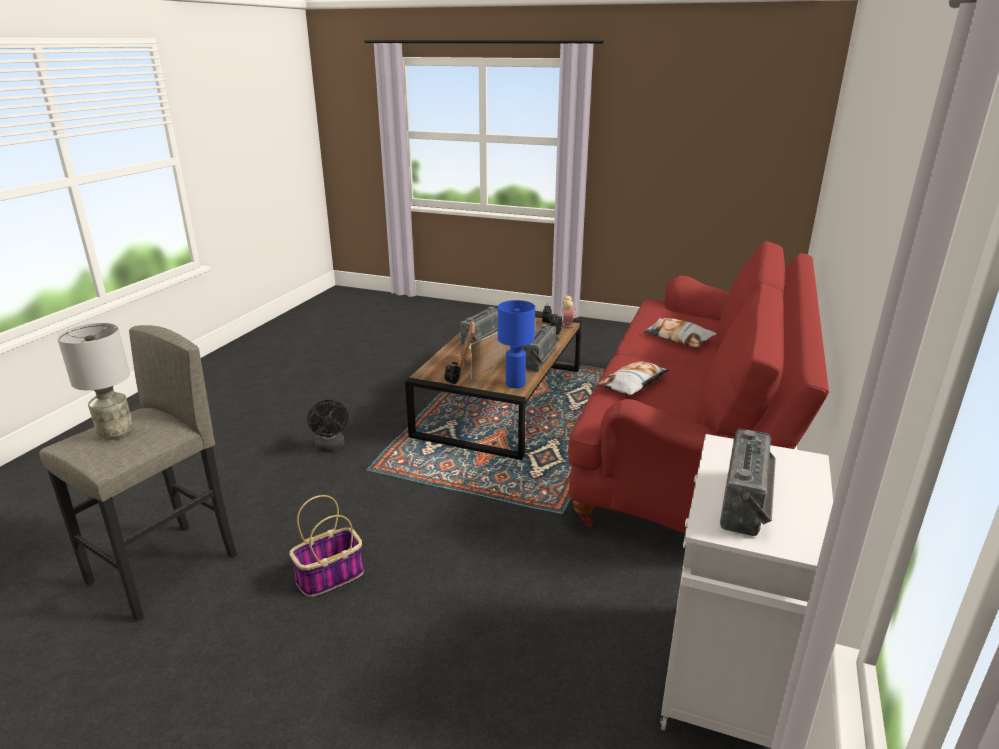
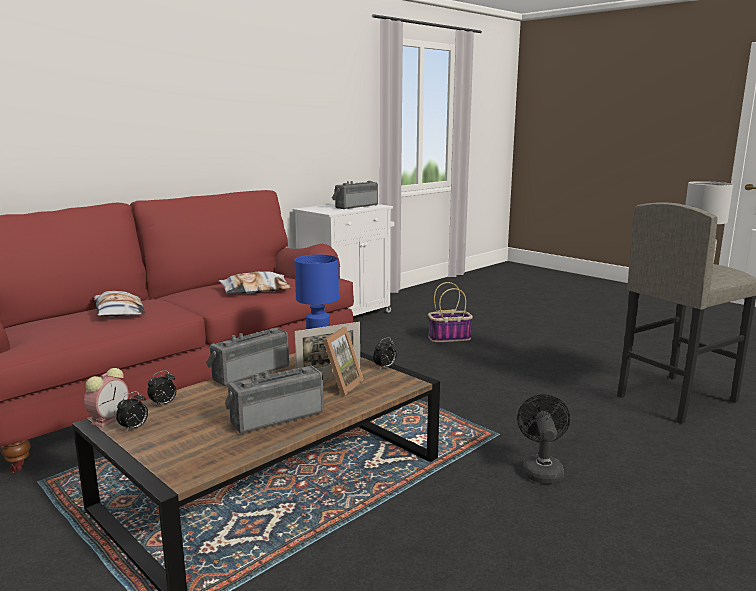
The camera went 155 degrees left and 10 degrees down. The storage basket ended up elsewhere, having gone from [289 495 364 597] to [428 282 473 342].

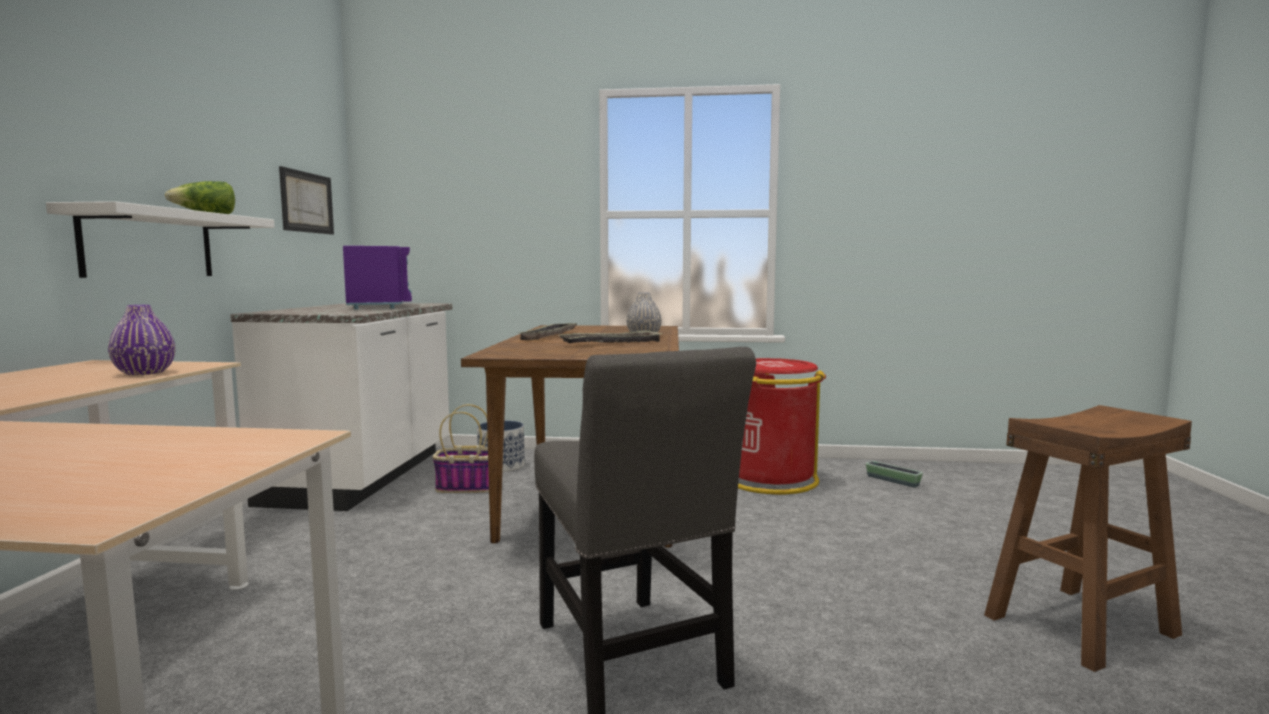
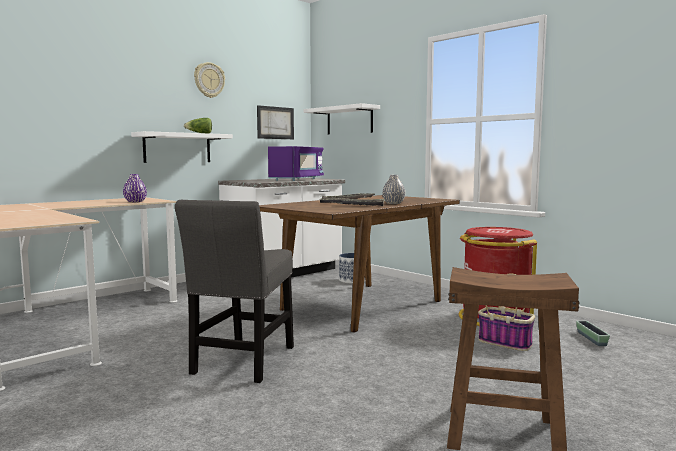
The camera went 40 degrees right and 0 degrees up. The storage basket ended up elsewhere, having gone from [432 404 489 493] to [478 273 535 351]. The second view gained the hanging clock at [194 62 225 98]. The second view gained the shelf/white at [304 103 380 135].

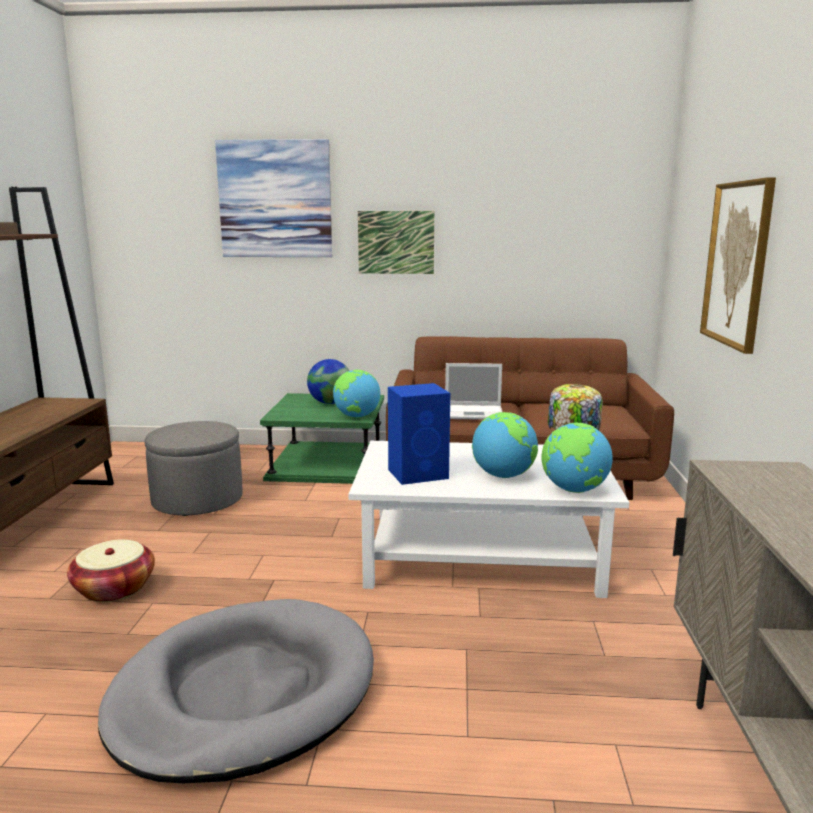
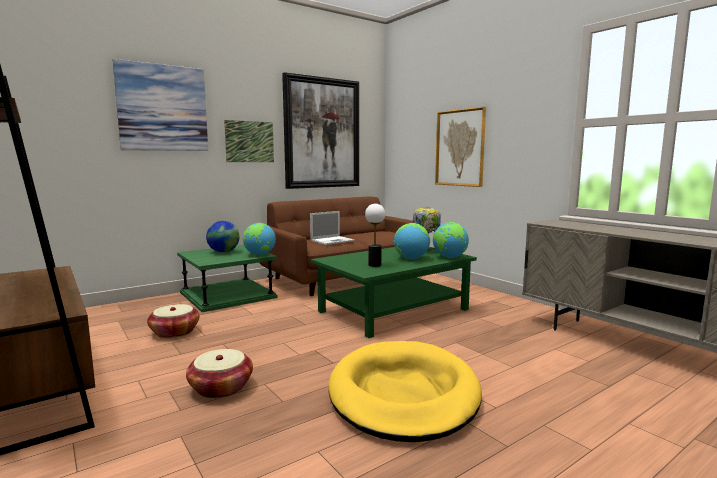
The camera went 40 degrees left and 5 degrees down. Where the loudspeaker/blue-coloured stood at [388 383 450 485], the tabletop lamp came to stand at [365 204 385 267]. Where the footrest/gray stood at [144 421 243 516], the storage basket came to stand at [147 304 200 338]. What was the lounge table/white at [348 441 629 598] turned into the lounge table/green-coloured at [311 247 477 338]. What was the dog cushion/gray at [98 599 374 783] turned into the dog cushion/yellowish at [328 341 482 442]. The second view gained the picture at [282 72 359 189].

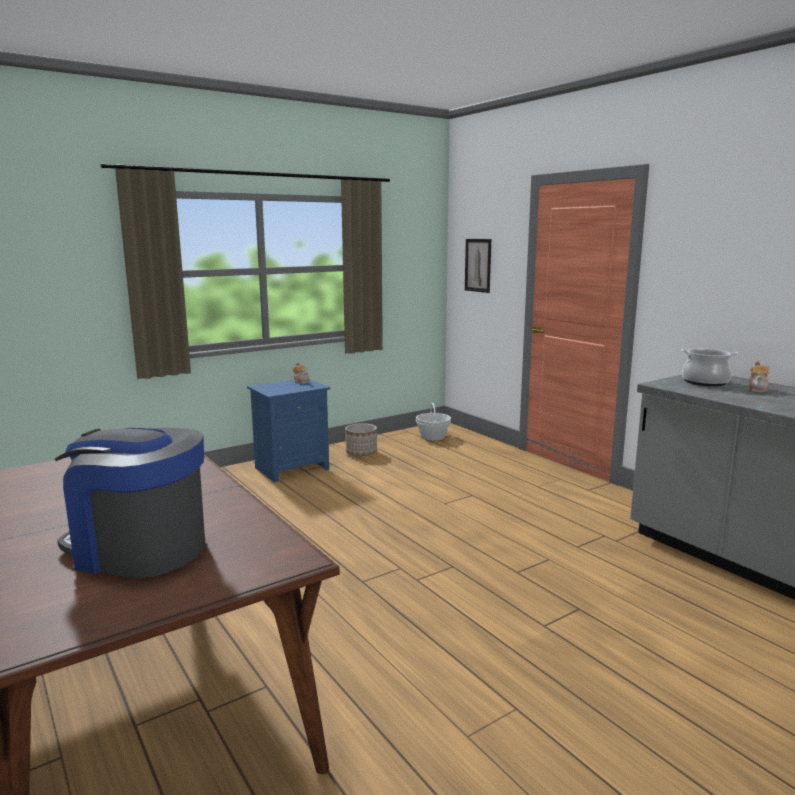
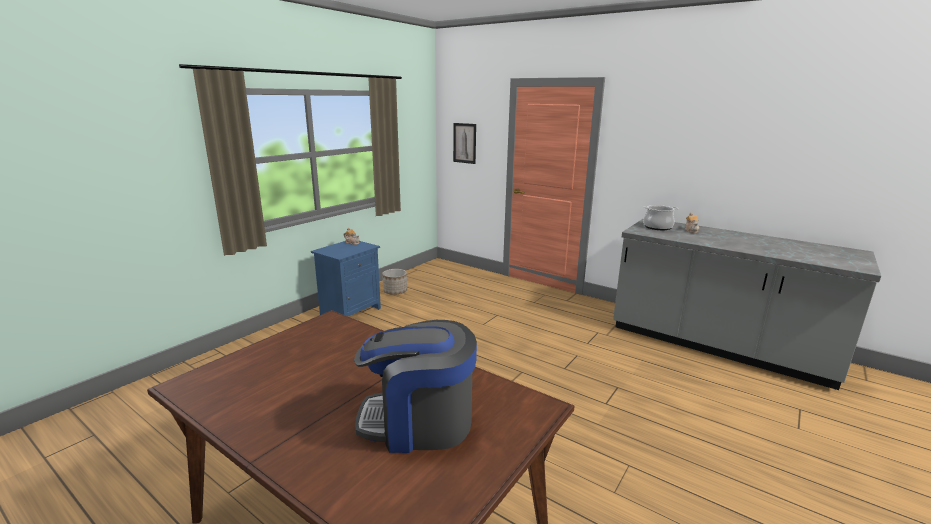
The camera went 20 degrees left and 5 degrees up. The second view lost the storage basket at [416 403 451 441].

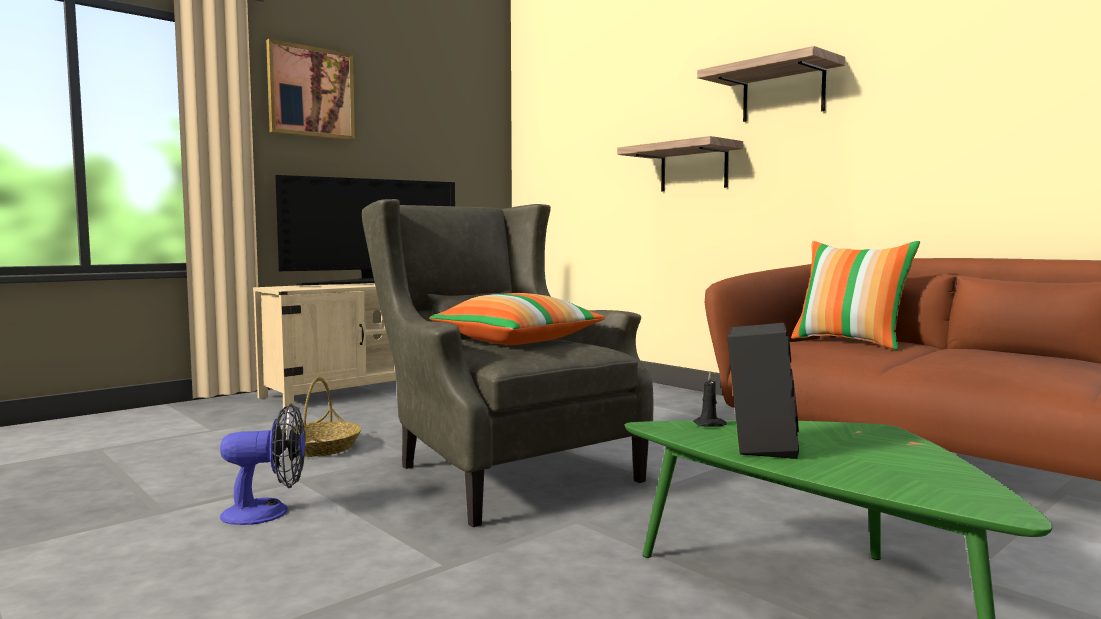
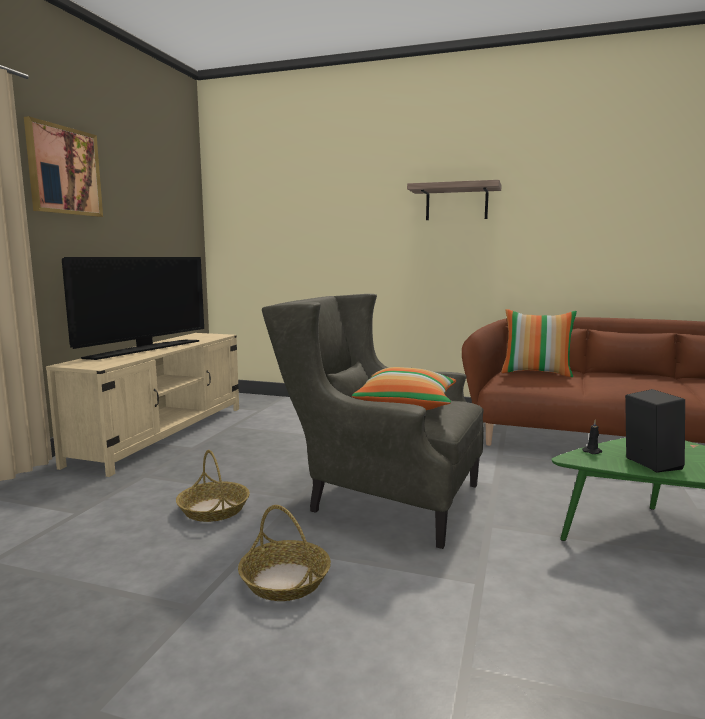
The camera went 30 degrees left and 5 degrees up. The second view lost the shelf at [617 136 743 191]. Where the cooling fan stood at [220 404 305 525], the storage basket came to stand at [238 505 331 601].

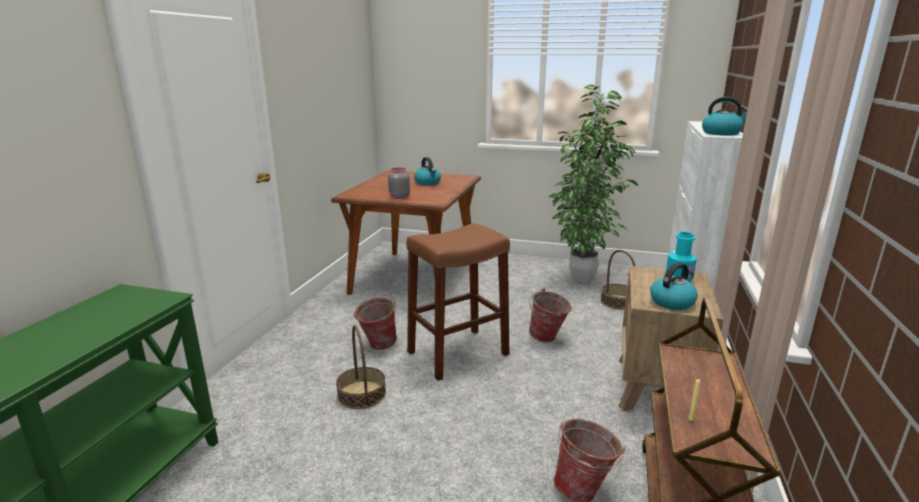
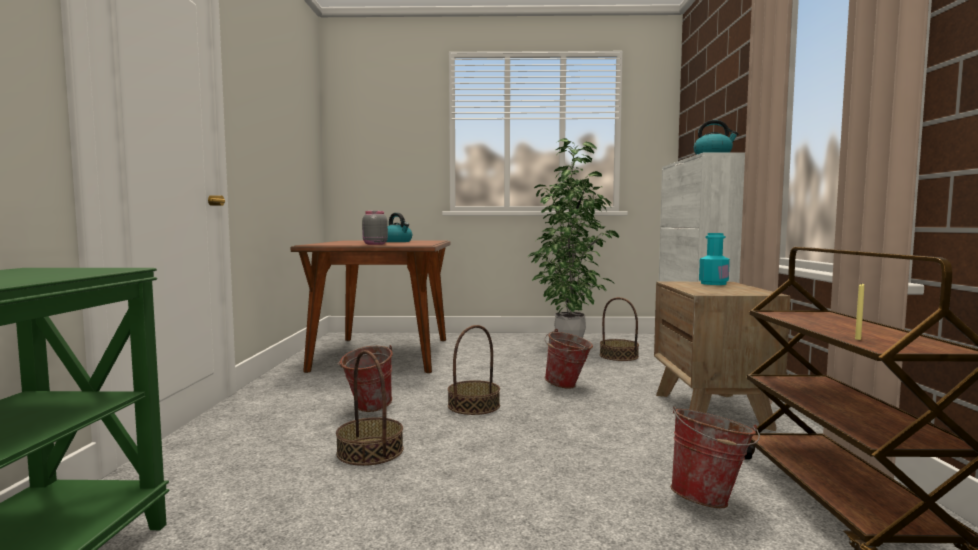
The camera went 15 degrees left and 15 degrees down. Where the stool seat/brownish stood at [407 223 510 381], the storage basket came to stand at [448 325 500 415]. The second view lost the tea kettle at [650 263 698 310].

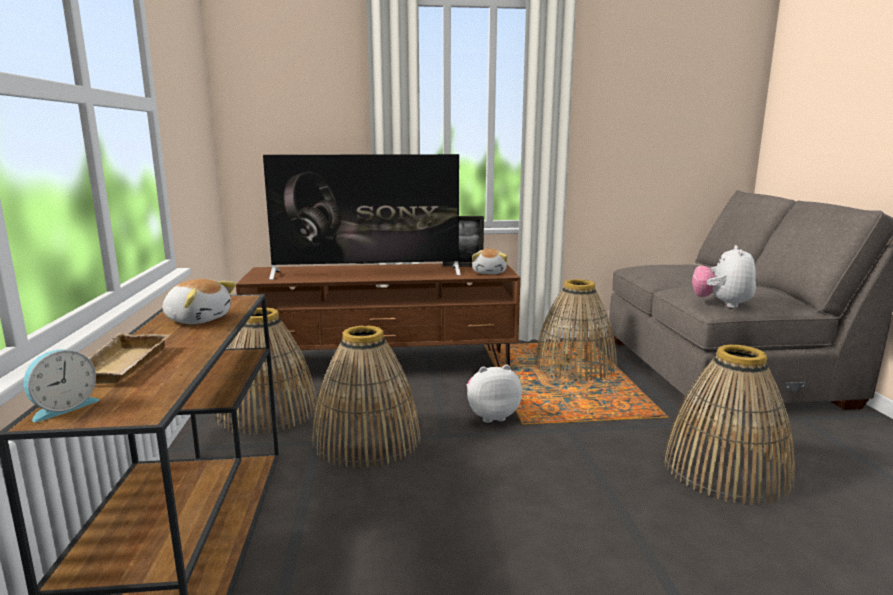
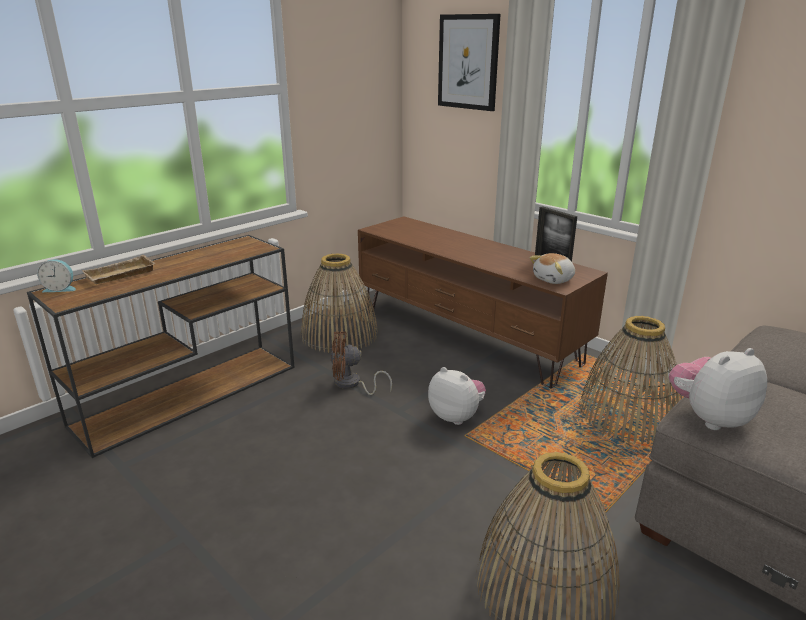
The camera went 50 degrees right and 10 degrees up. The second view lost the TV set at [263 154 461 280]. The second view lost the cuddly toy at [163 279 236 324]. Where the storage basket stood at [312 326 421 468], the cooling fan/brownish came to stand at [331 332 392 395]. The second view gained the picture at [438 14 501 111].

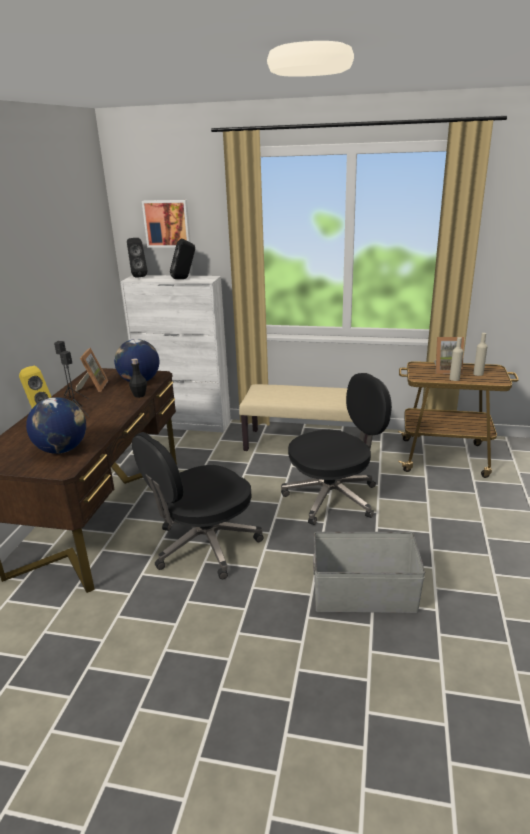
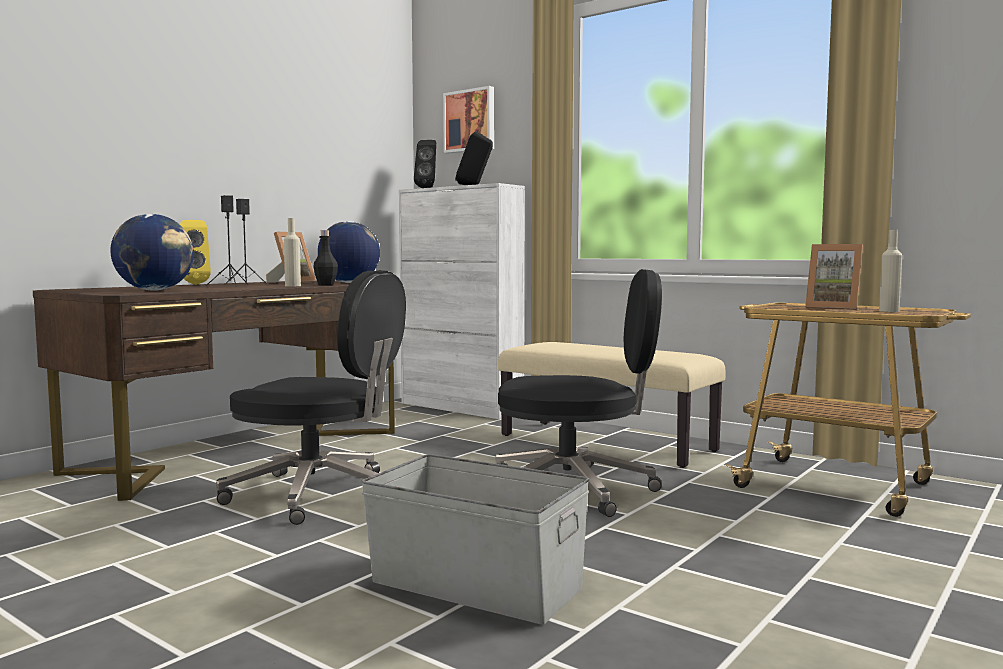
The camera went 25 degrees right and 20 degrees down. The beverage bottle/beige-coloured ended up elsewhere, having gone from [449 337 463 381] to [284 218 301 286]. The office chair/black-coloured at [132 432 263 579] ended up facing another way, 150 degrees counterclockwise from before.

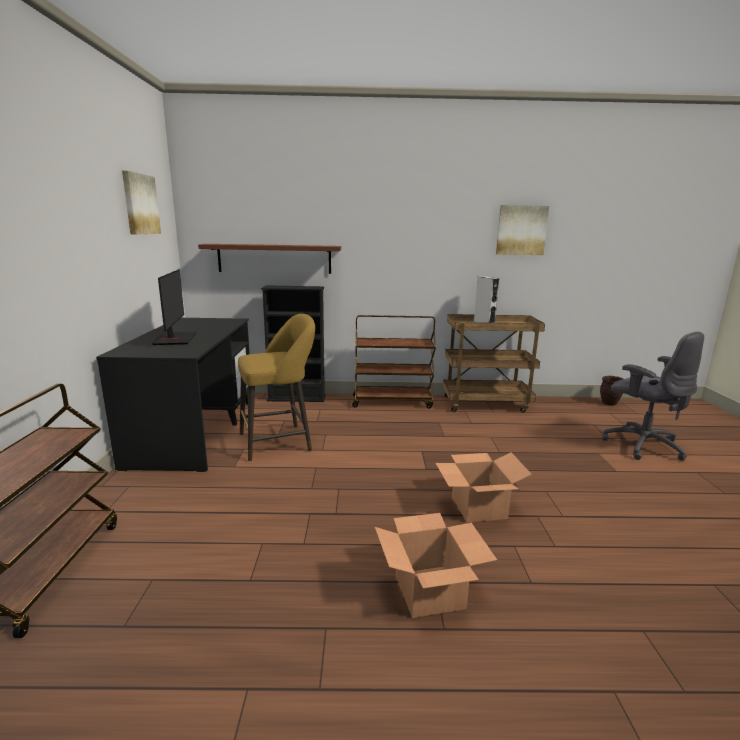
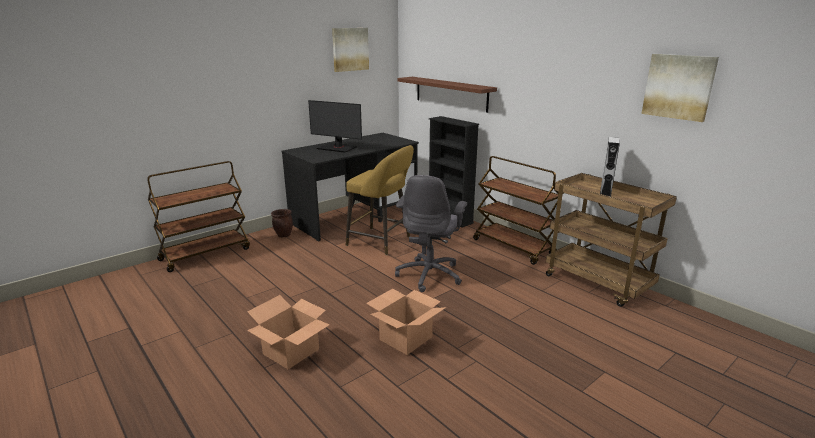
The camera went 50 degrees right and 5 degrees up. The computer screen at [152 269 197 345] ended up facing another way, 75 degrees clockwise from before. The office chair/gray ended up elsewhere, having gone from [602 331 704 461] to [395 175 467 292]. The flower pot/brownish ended up elsewhere, having gone from [600 376 623 406] to [271 209 293 238].

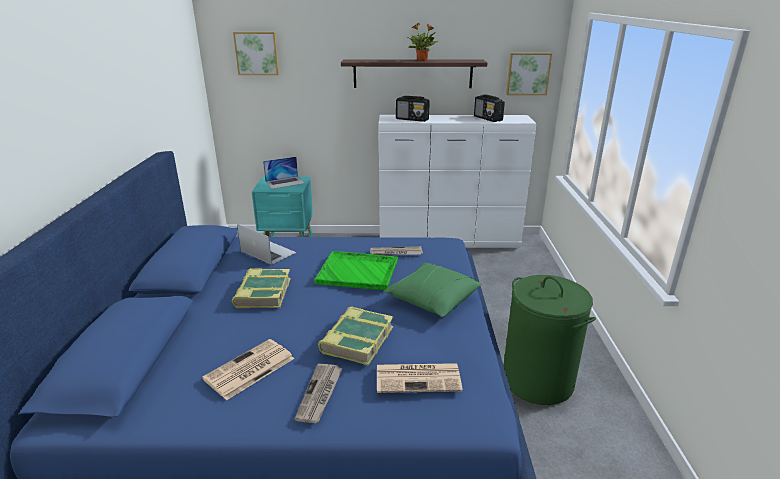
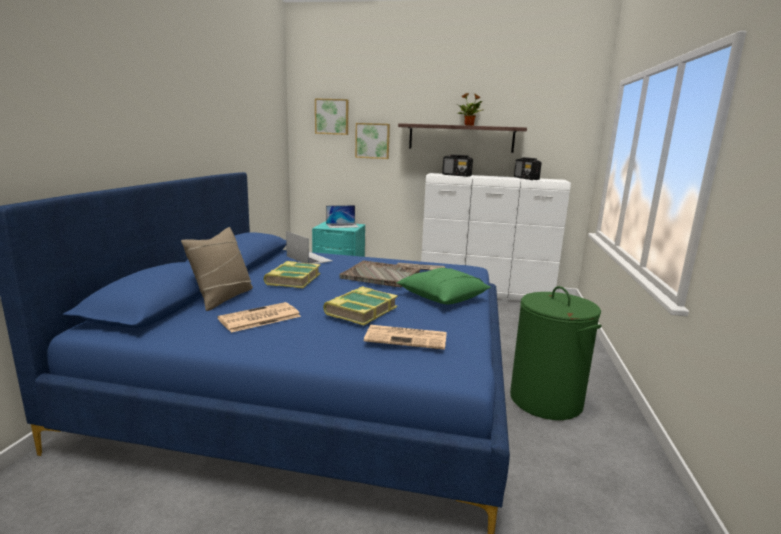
The camera went 10 degrees right and 10 degrees down. The picture ended up elsewhere, having gone from [506 53 552 95] to [355 123 390 159]. What was the tray/green-coloured at [314 251 398 290] turned into the tray/gray at [339 261 420 288]. The second view lost the printed paper at [295 364 343 423]. The second view gained the throw pillow/beige-coloured at [181 227 253 311].

